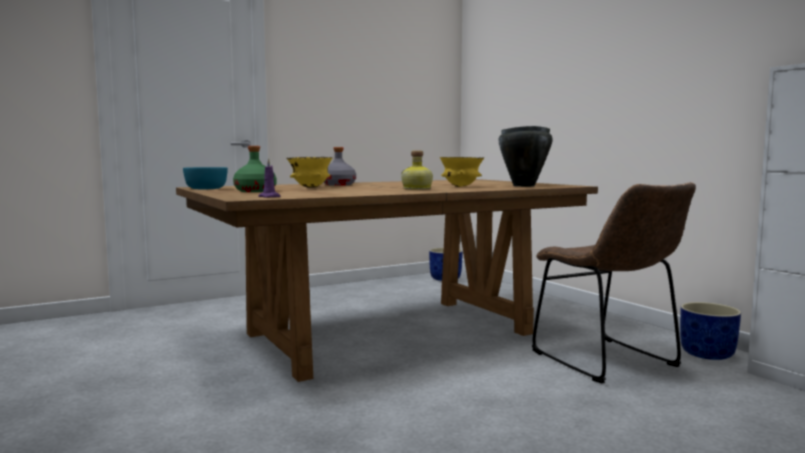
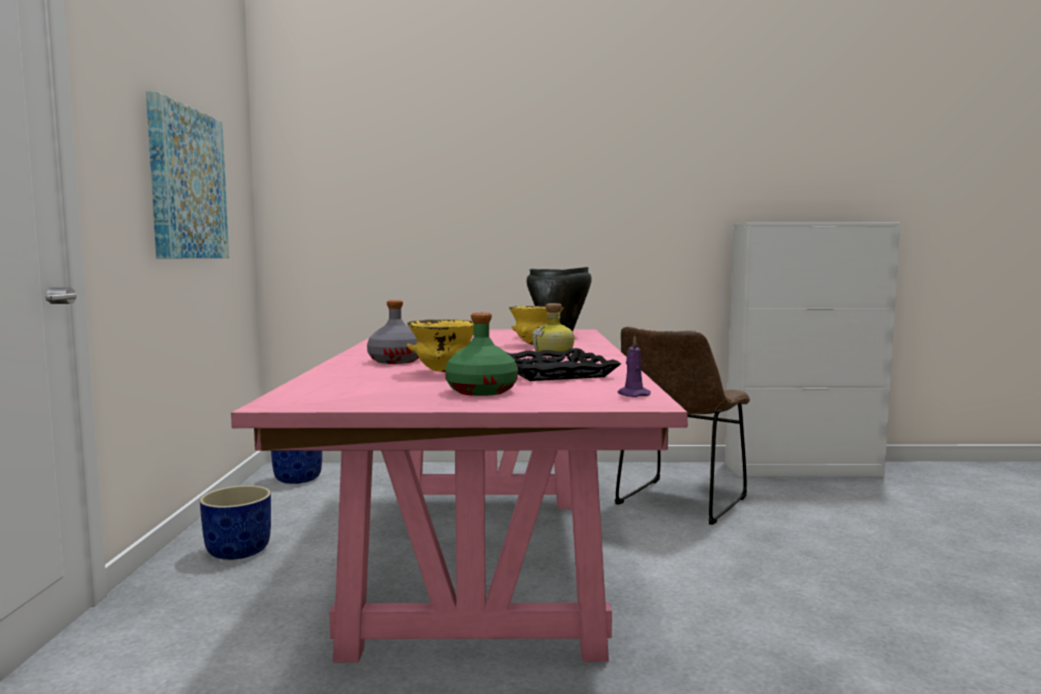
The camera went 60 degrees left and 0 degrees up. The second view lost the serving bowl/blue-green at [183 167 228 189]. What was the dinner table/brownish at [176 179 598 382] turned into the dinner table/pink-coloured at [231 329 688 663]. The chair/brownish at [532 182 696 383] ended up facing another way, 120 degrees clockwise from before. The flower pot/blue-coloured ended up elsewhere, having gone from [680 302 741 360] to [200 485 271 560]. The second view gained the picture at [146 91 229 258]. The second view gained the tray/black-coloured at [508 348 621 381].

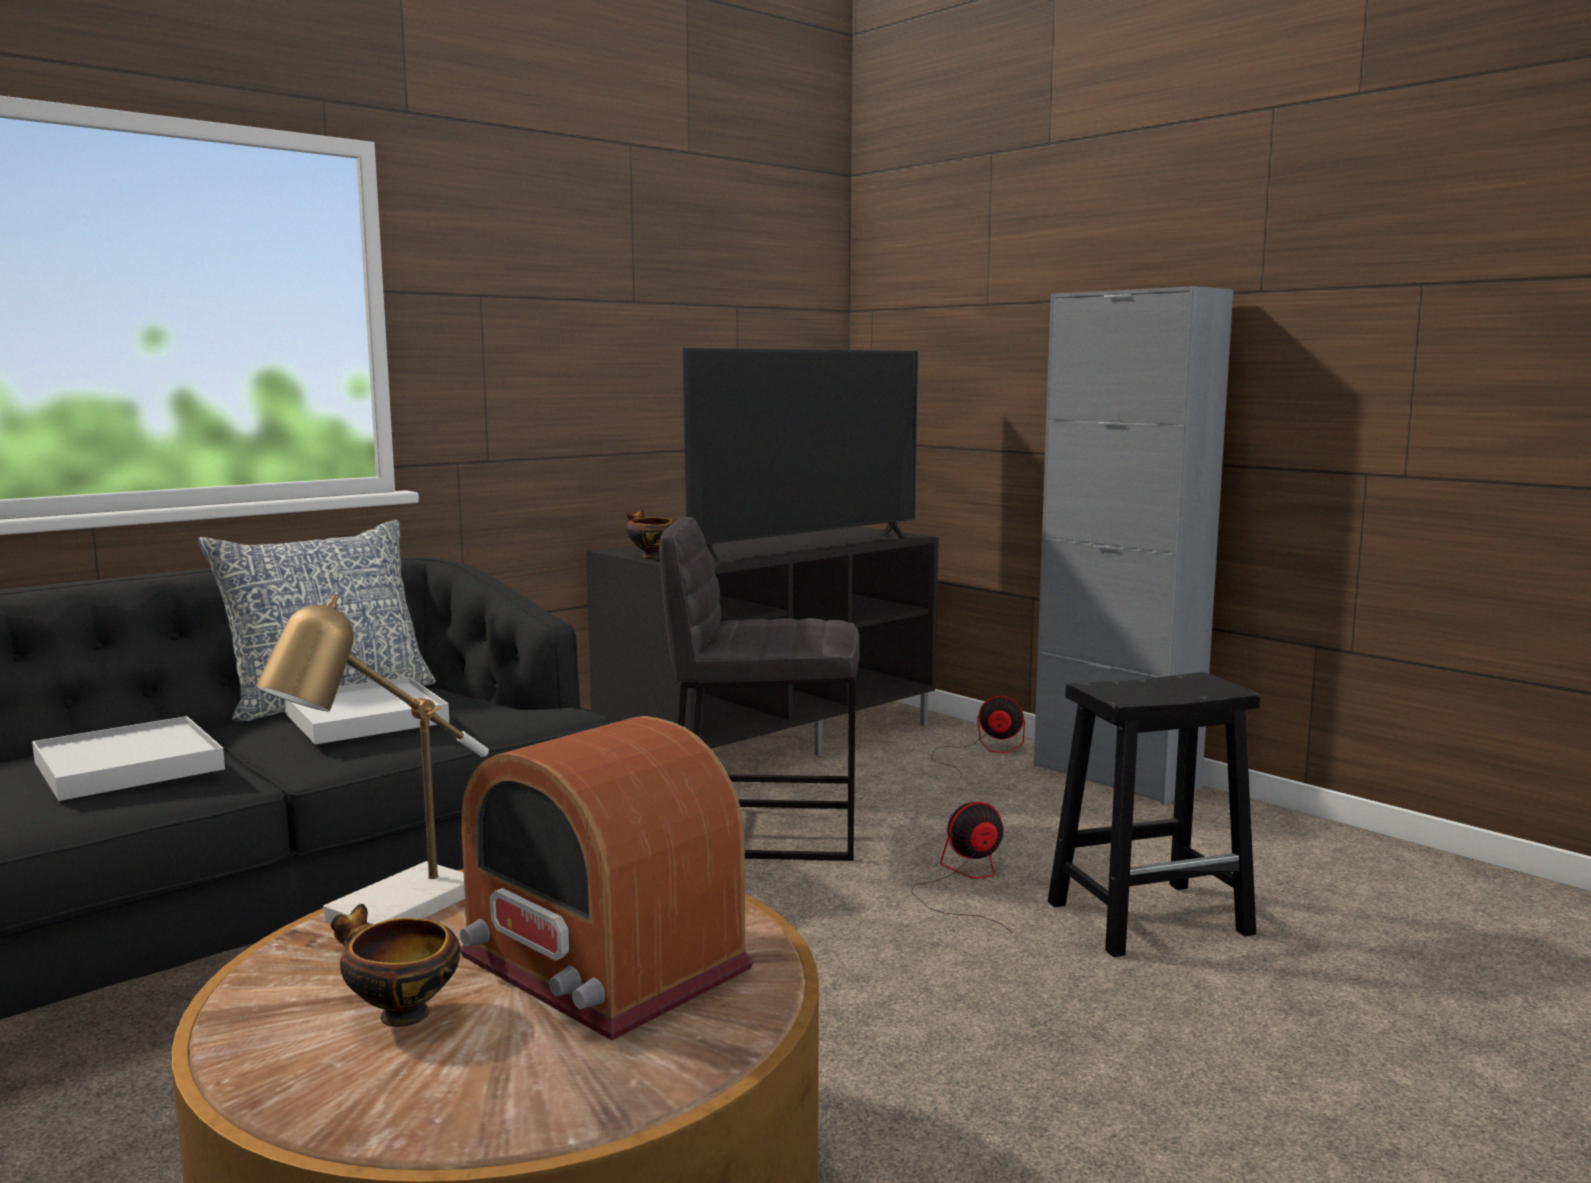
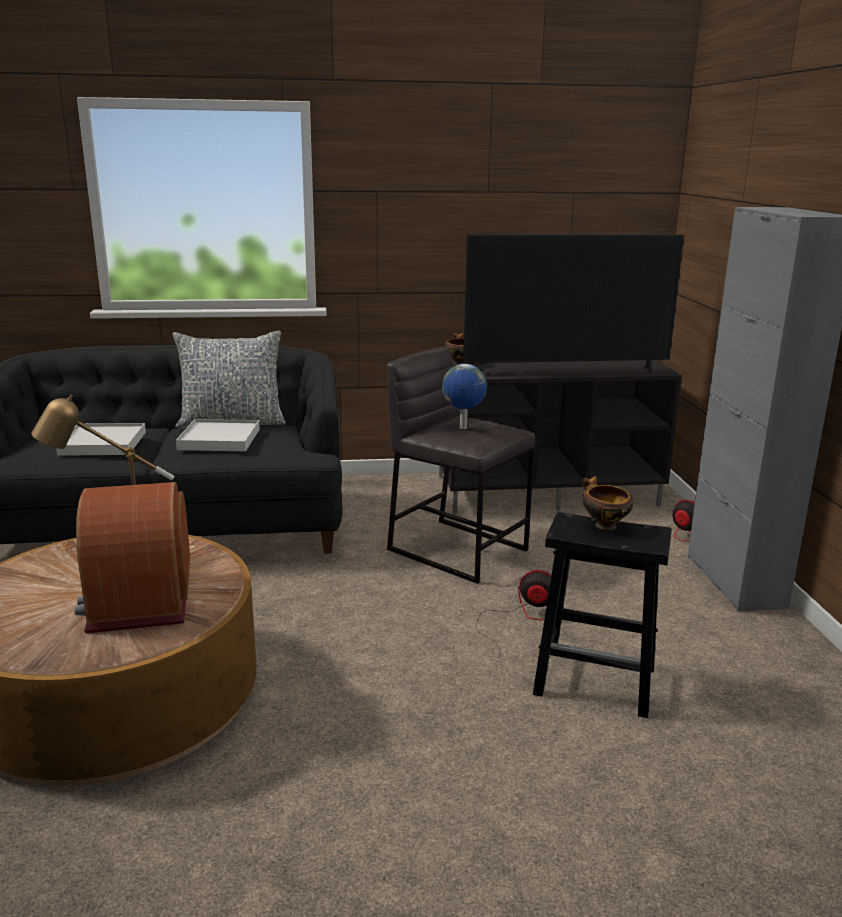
The camera went 35 degrees right and 10 degrees up. The serving bowl ended up elsewhere, having gone from [331 904 460 1027] to [582 475 634 530]. The second view gained the globe at [442 364 487 429].

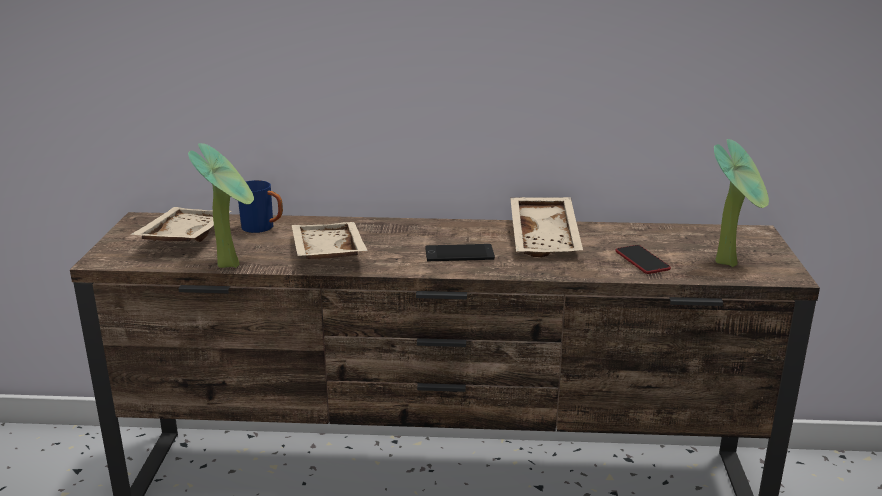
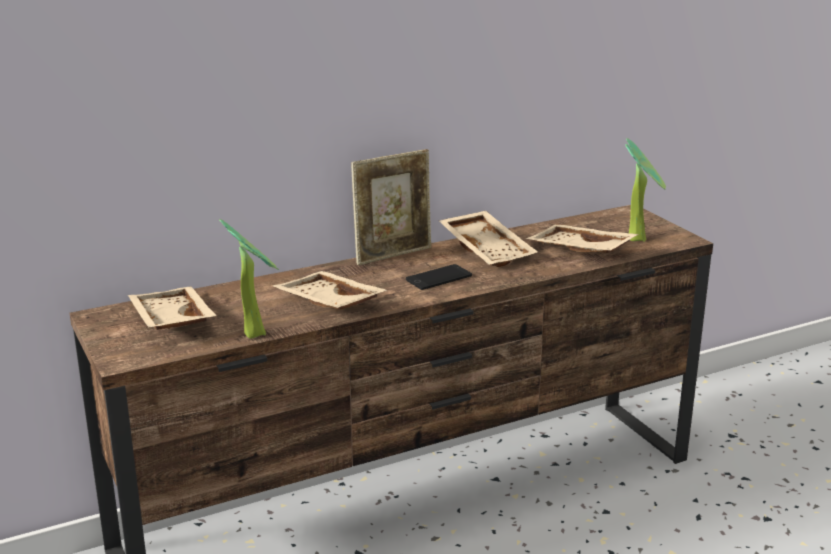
The camera went 30 degrees left and 0 degrees up. The second view lost the tea mug/blue-coloured at [238 180 283 233]. Where the handset stood at [615 245 671 274], the tray/beige-coloured came to stand at [525 224 639 253]. The second view gained the picture frame at [351 149 431 266].

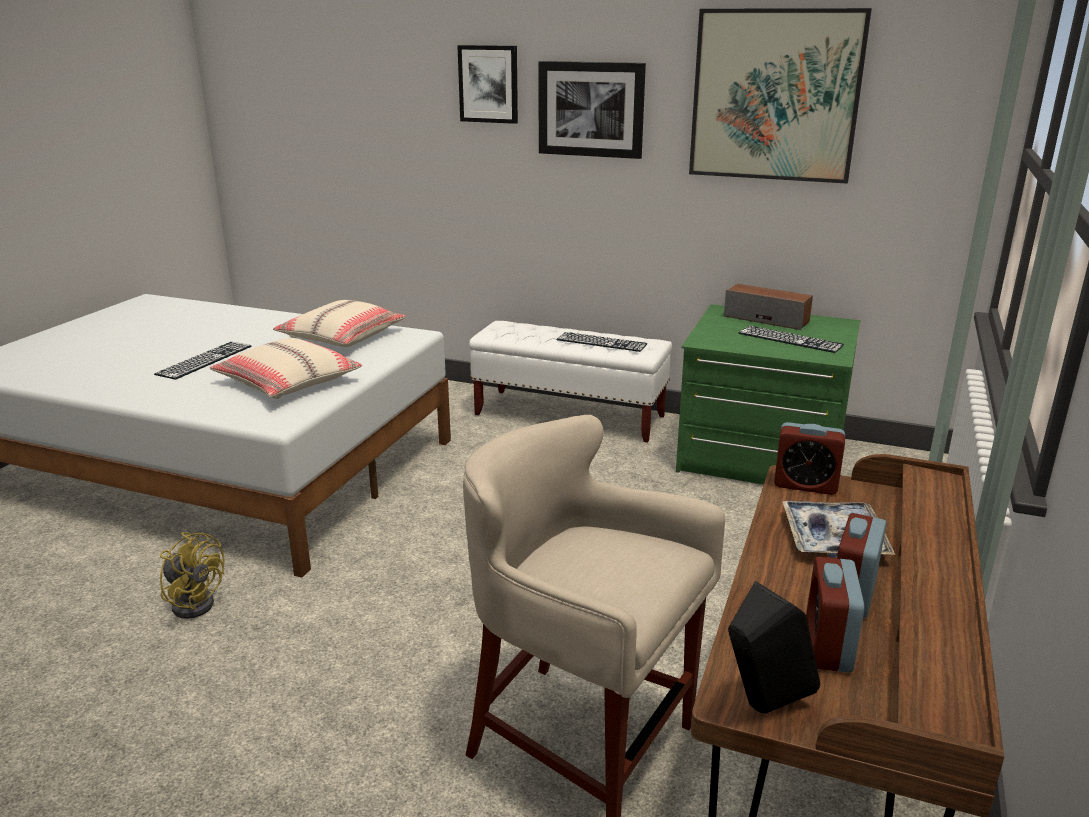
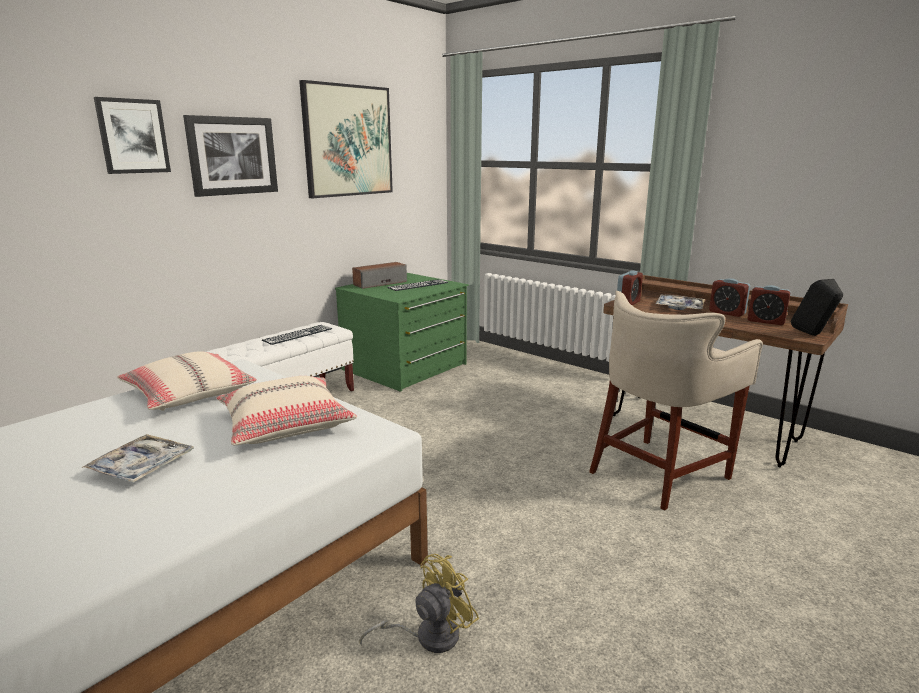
The camera went 70 degrees left and 5 degrees down. Where the keyboard stood at [154 342 251 380], the tray came to stand at [81 434 194 483].

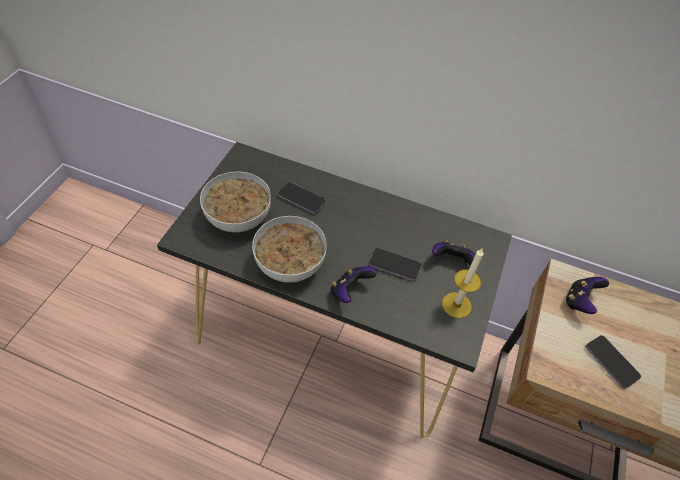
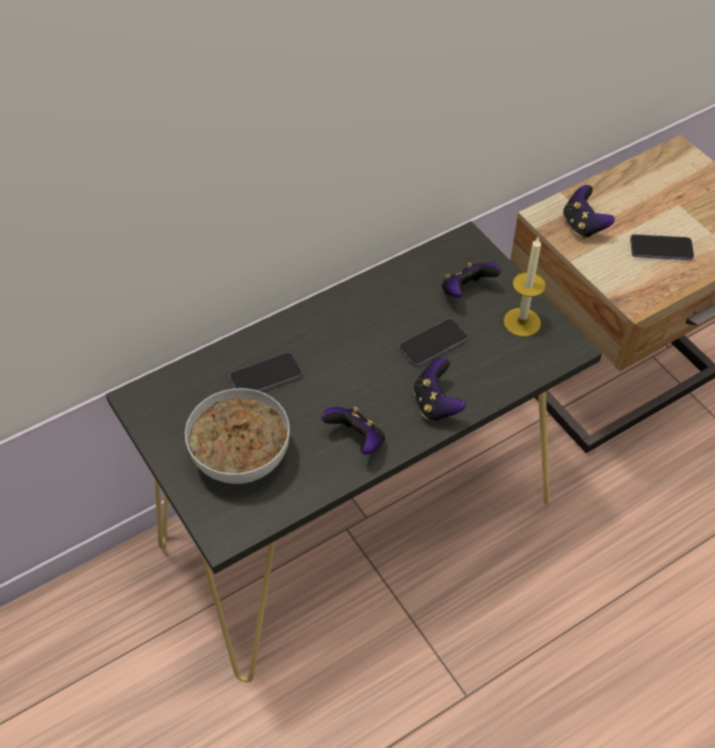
The camera went 50 degrees left and 0 degrees up. Where the serving bowl stood at [252 216 327 283], the gamepad came to stand at [322 406 385 455].

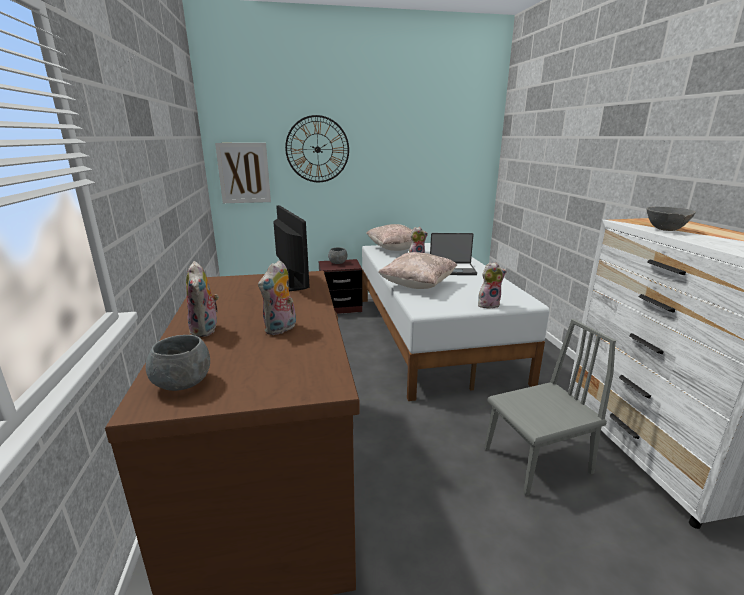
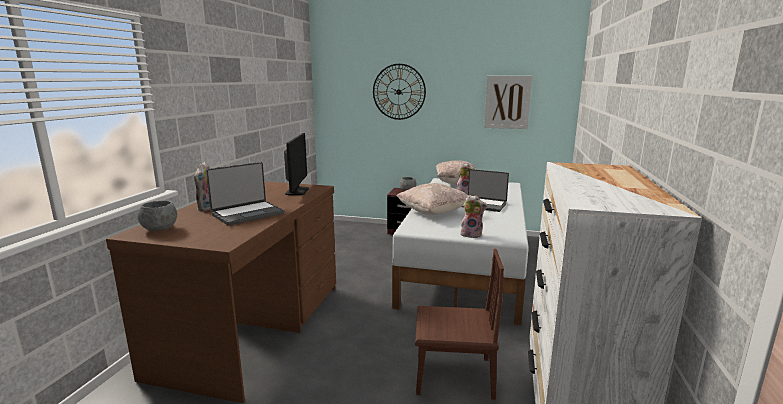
The camera went 25 degrees right and 5 degrees down. The picture ended up elsewhere, having gone from [215 143 271 203] to [484 76 532 129]. The second view lost the serving bowl/gray at [646 207 696 231]. Where the cuddly toy stood at [258 260 296 335], the laptop came to stand at [206 162 284 226]. What was the chair/gray at [484 319 616 496] turned into the chair/brownish at [415 249 504 400].

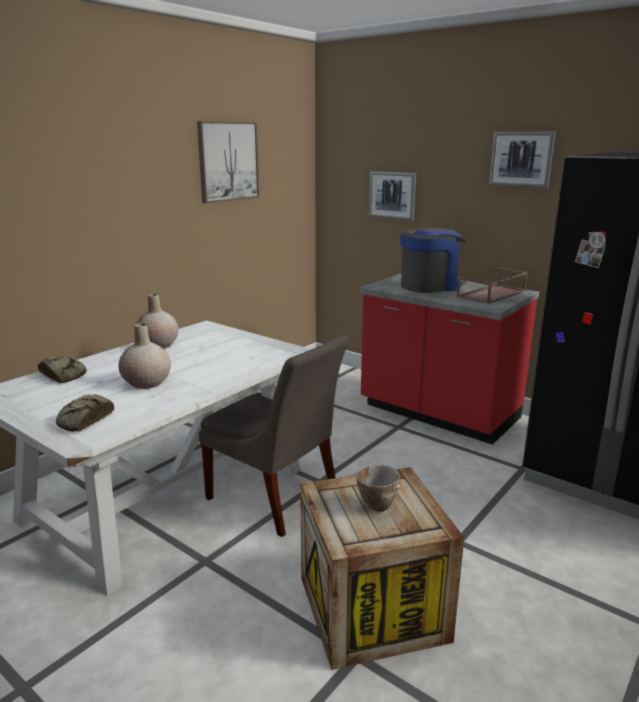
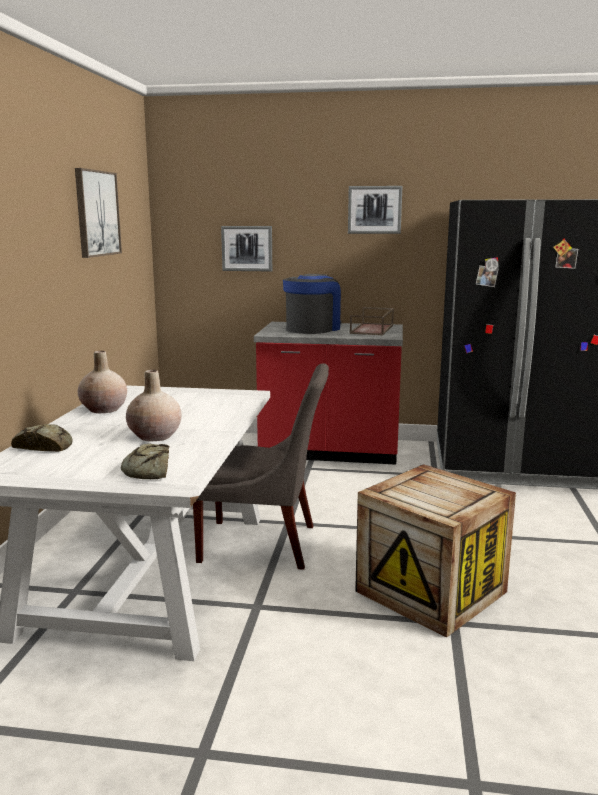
The camera went 30 degrees left and 5 degrees down. The second view lost the serving bowl at [356 464 401 512].

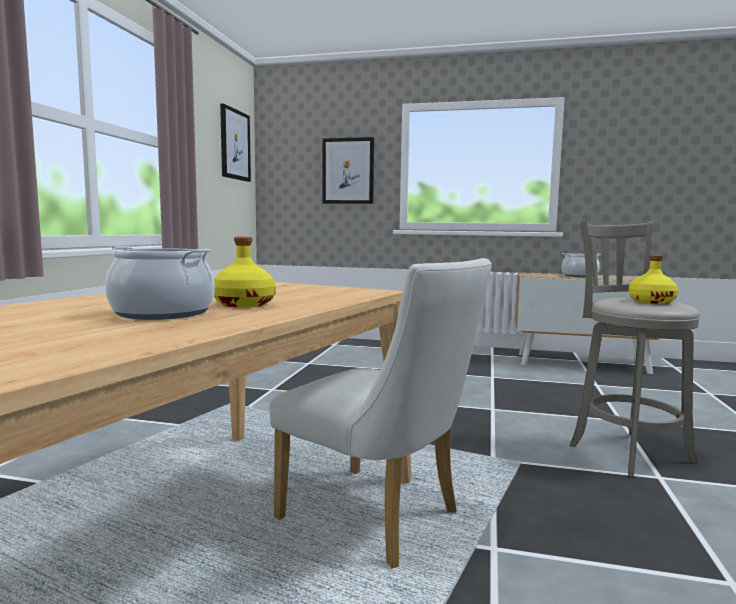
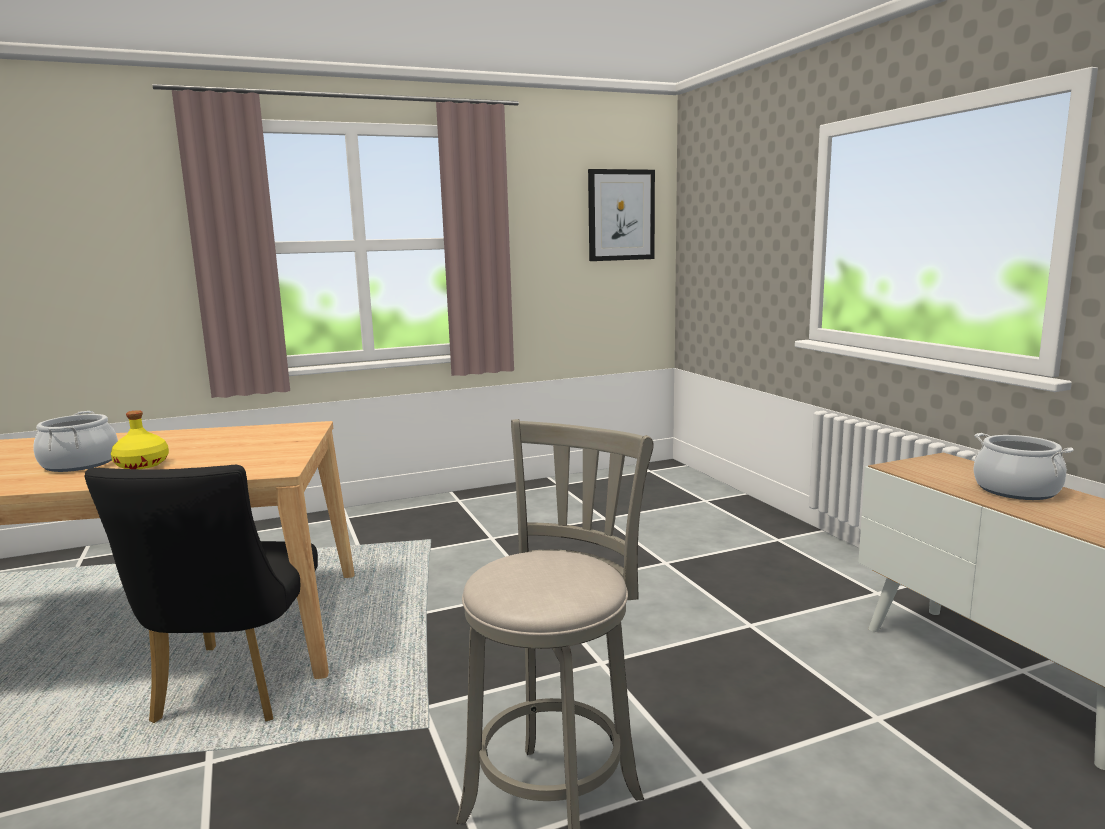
The camera went 55 degrees right and 5 degrees up. The second view lost the picture at [322 137 374 204]. The second view lost the beverage bottle/yellowish at [629 255 678 304]. What was the chair/white at [269 258 492 568] turned into the chair/black-coloured at [85 465 318 723].

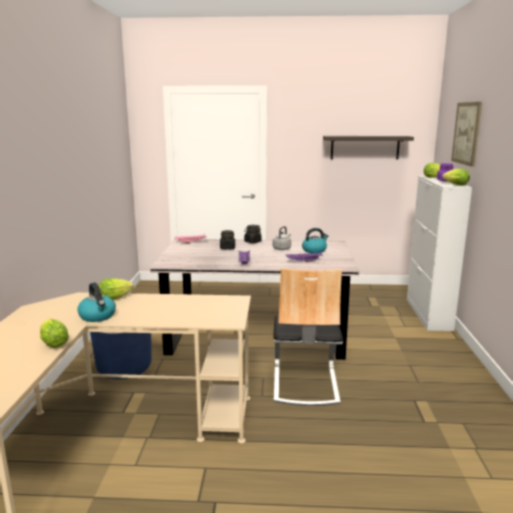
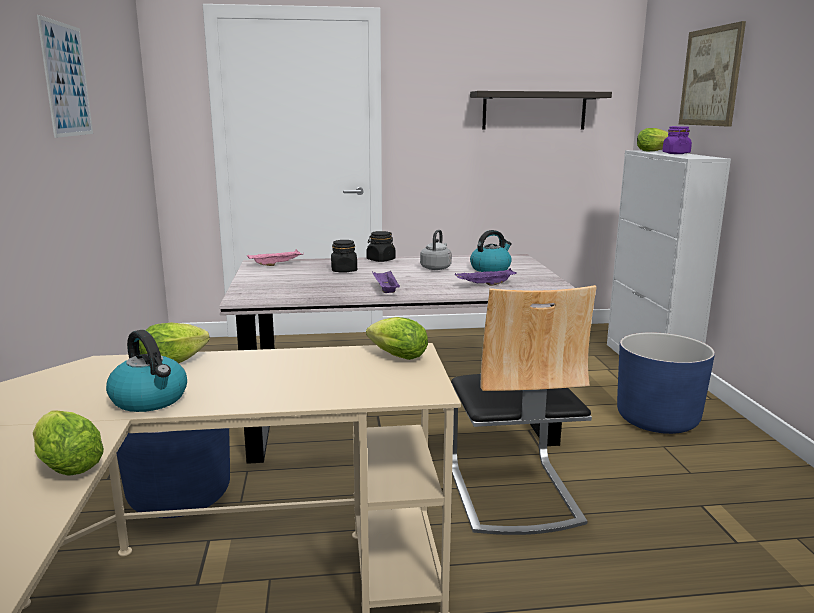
The camera went 10 degrees left and 0 degrees up. The lettuce head ended up elsewhere, having gone from [442 169 470 185] to [366 317 428 360]. The second view gained the picture at [37 15 93 138]. The second view gained the flower pot/blue-coloured at [617 332 715 434].

